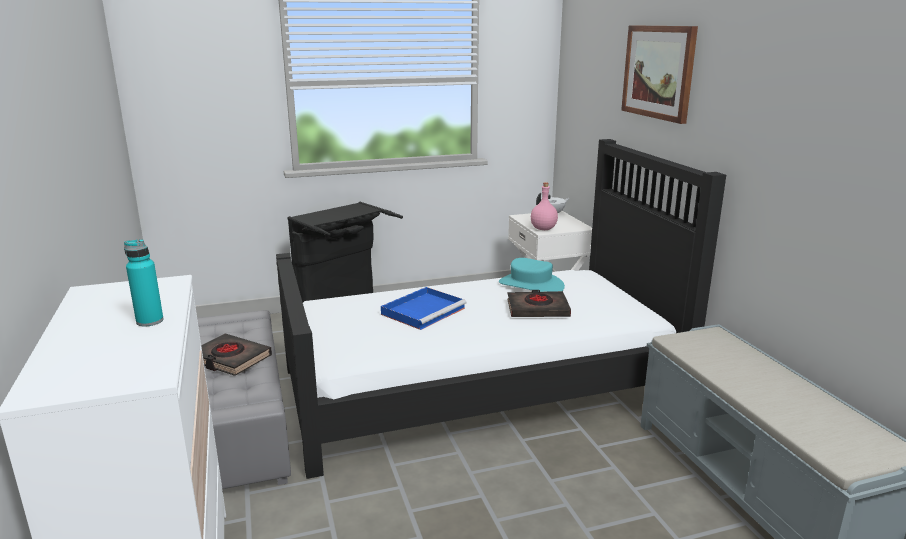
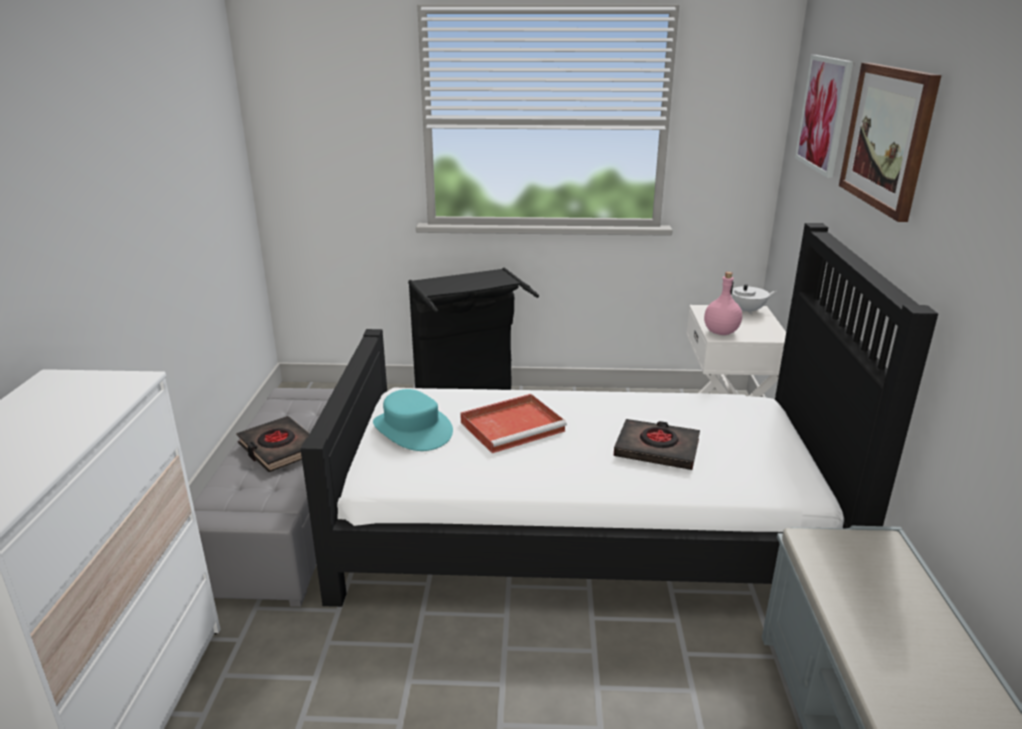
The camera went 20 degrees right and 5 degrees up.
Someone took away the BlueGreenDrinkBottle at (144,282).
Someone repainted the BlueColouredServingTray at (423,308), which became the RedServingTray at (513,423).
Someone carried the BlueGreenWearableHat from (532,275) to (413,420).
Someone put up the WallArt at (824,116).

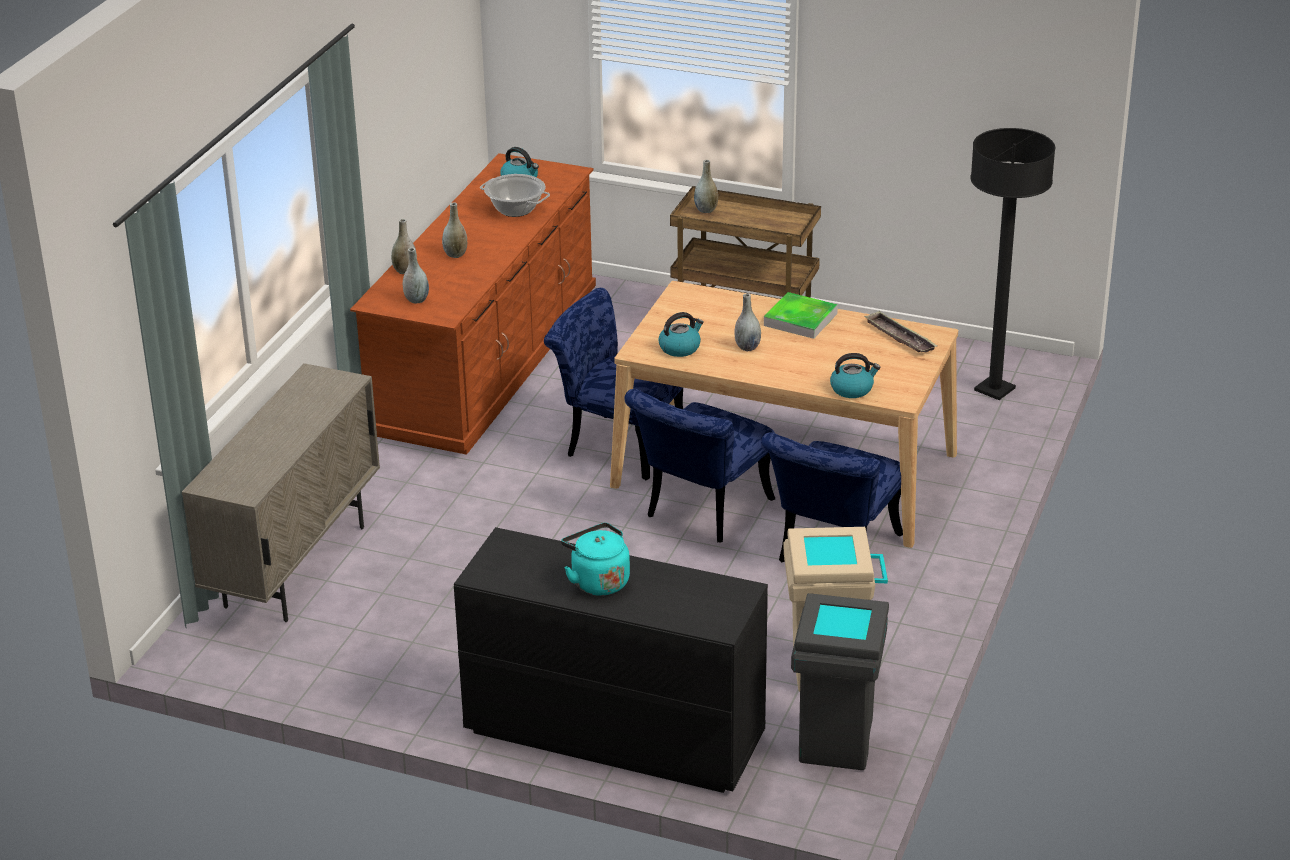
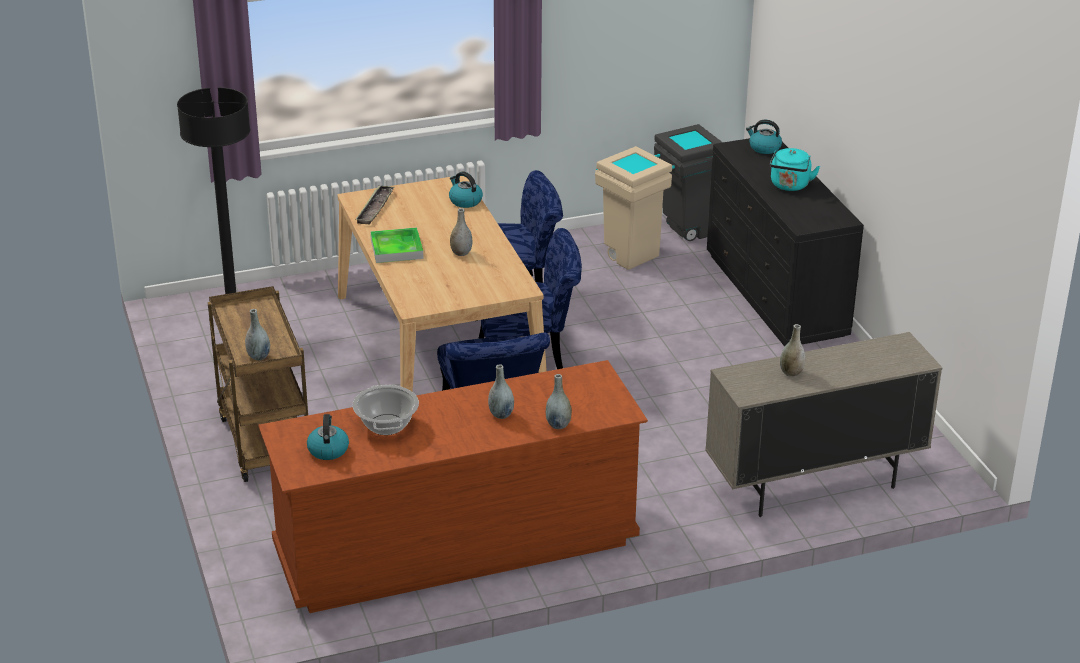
The camera went 130 degrees left and 0 degrees up.
Someone carried the GrayVase from (416,276) to (792,350).
Someone carried the WaterKettle from (681,334) to (764,137).

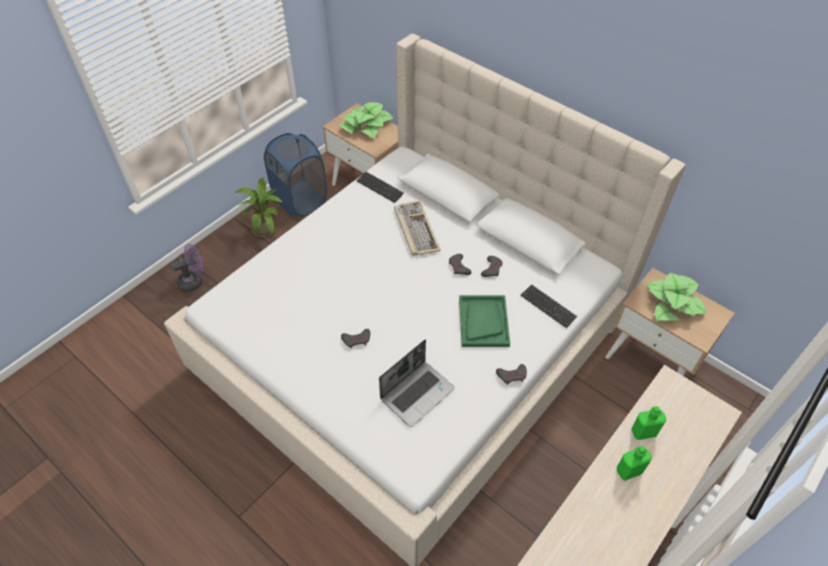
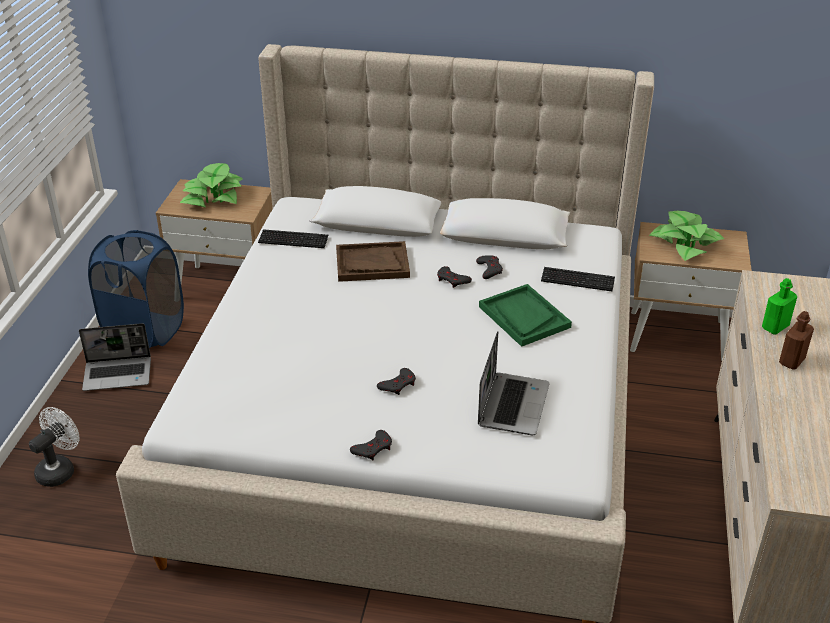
The camera went 30 degrees left and 15 degrees down.
Someone repainted the PurpleFan at (187,268), which became the WhiteColouredFan at (54,447).
Someone swapped the Houseplant at (259,207) for the PortableComputer at (115,357).
Someone swapped the Keyboard at (417,228) for the BrownColouredServingTray at (373,261).
Someone carried the GrayJoypad from (511,374) to (371,445).
Someone repainted the GreenColouredDrinkBottle at (634,463), which became the BrownColouredDrinkBottle at (796,340).

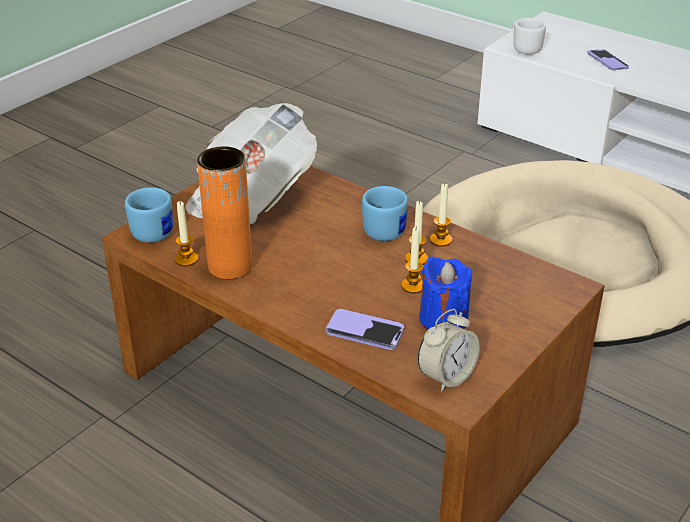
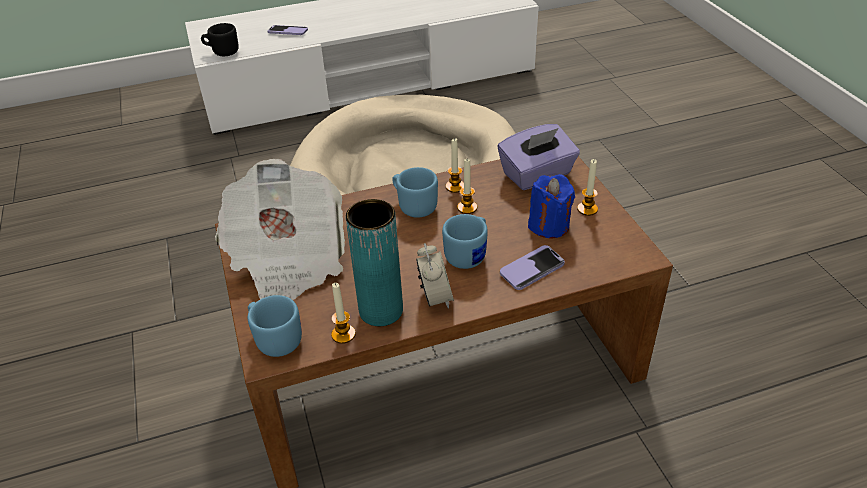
The camera went 55 degrees left and 5 degrees up.
Someone repainted the OrangeColouredVase at (224,213), which became the BlueGreenVase at (374,262).
Someone carried the WaxLight from (412,260) to (587,187).
Someone carried the TableClock from (449,350) to (435,276).
Someone repainted the WhiteColouredMug at (529,36), which became the BlackMug at (220,39).
Someone put down the BlueColouredMug at (465,241).
Someone put down the PurpleTissueHolder at (538,157).

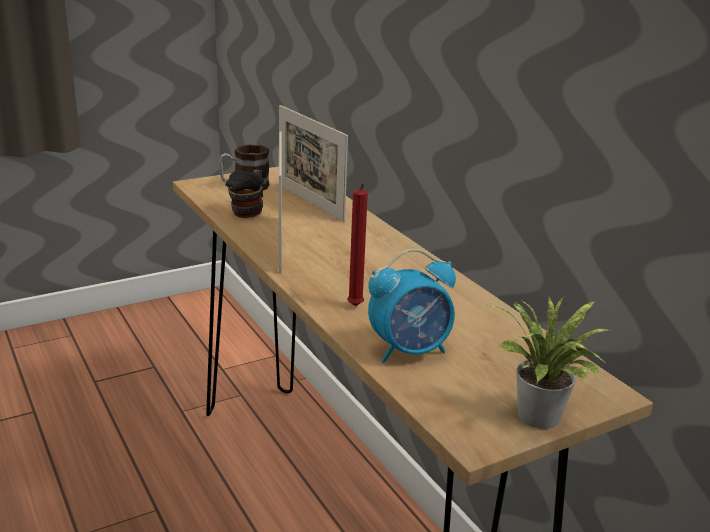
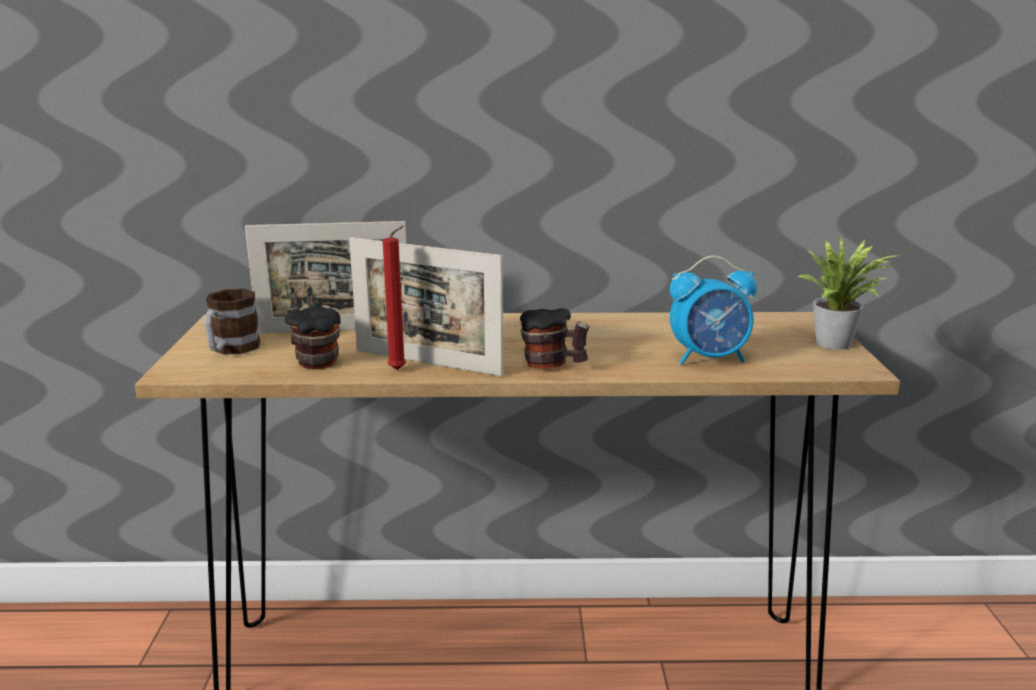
The camera went 60 degrees left and 5 degrees down.
Someone carried the RedWaxLight from (357,244) to (394,297).
Someone rotated the TableClock at (412,306) by 75 degrees clockwise.
Someone put down the Mug at (555,338).

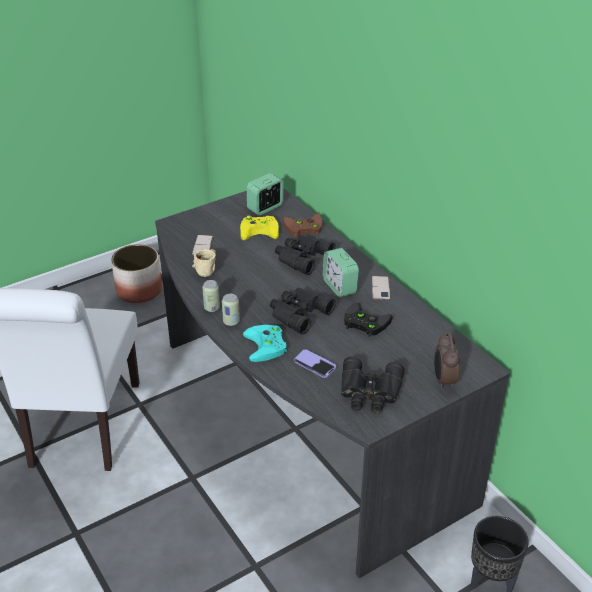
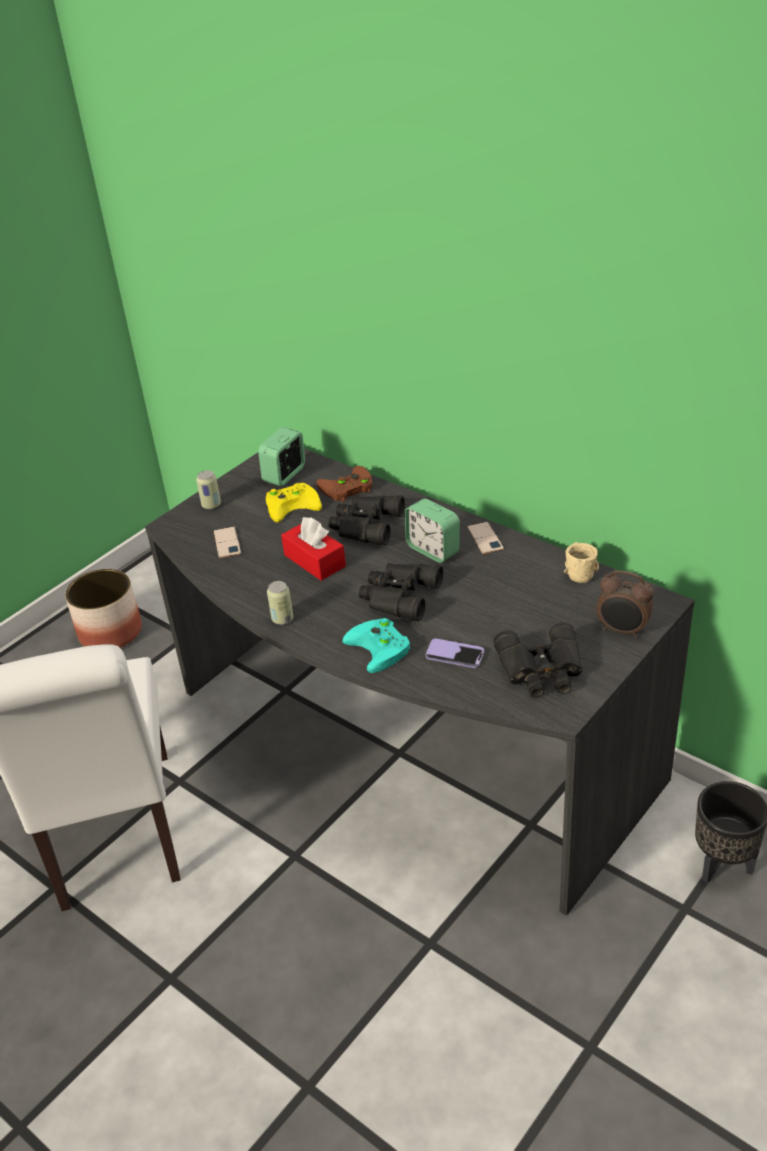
The camera went 15 degrees left and 0 degrees up.
Someone carried the BeigeColouredMug from (204,263) to (581,562).
Someone carried the Can from (231,310) to (208,489).
Someone took away the BlackJoypad at (368,320).
Someone rotated the TableClock at (447,360) by 45 degrees counterclockwise.
Someone put down the RedTissueHolder at (313,549).

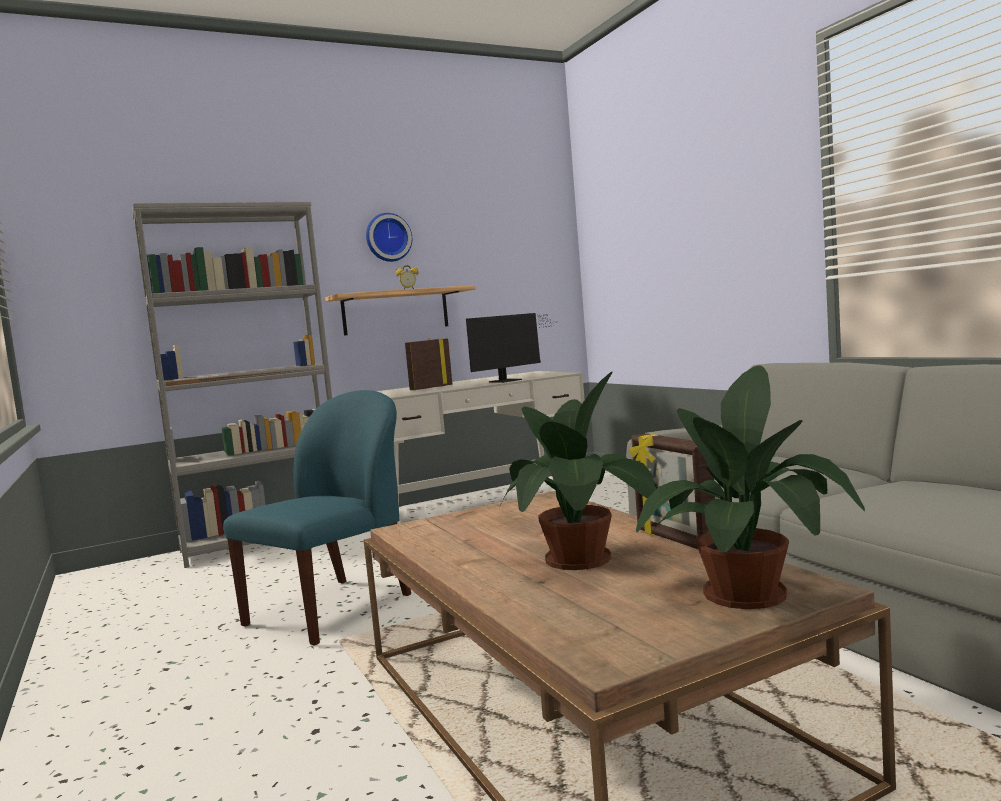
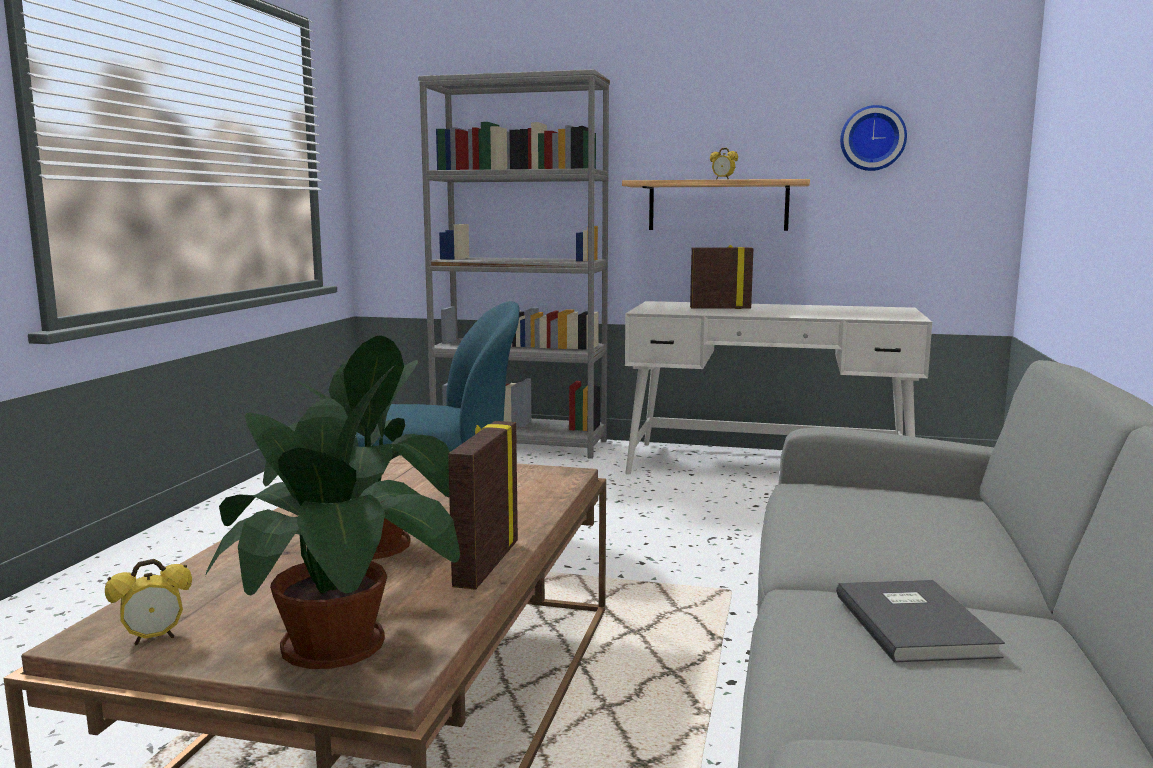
The camera went 40 degrees right and 5 degrees up.
Someone carried the WallClock from (389,237) to (873,138).
Someone took away the ComputerScreen at (511,348).
Someone put down the TableClock at (148,602).
Someone put down the GrayBook at (920,621).

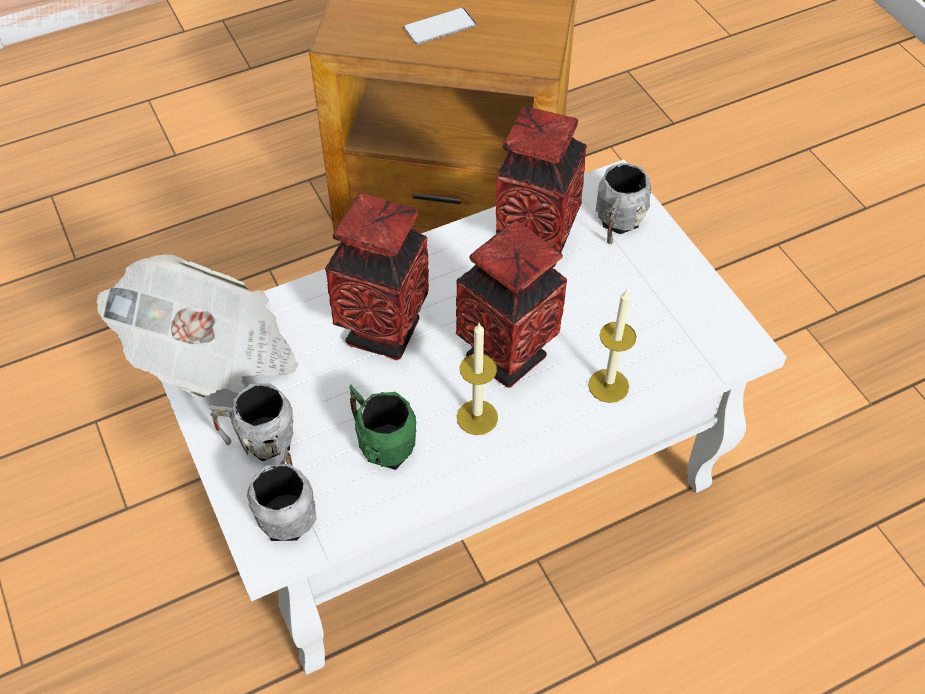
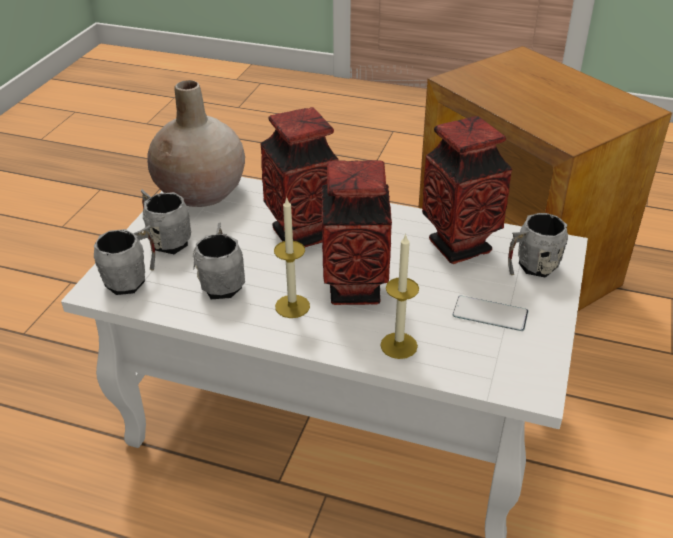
The camera went 45 degrees right and 15 degrees down.
Someone swapped the DailyPaper at (197,325) for the BeigeColouredVase at (196,143).
Someone repainted the GreenColouredMug at (383,427), which became the GrayMug at (219,260).
Someone carried the Handset from (440,25) to (490,313).

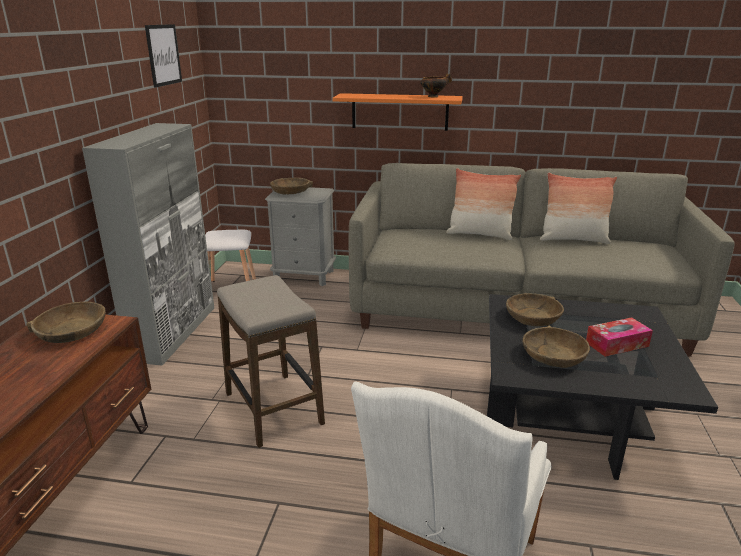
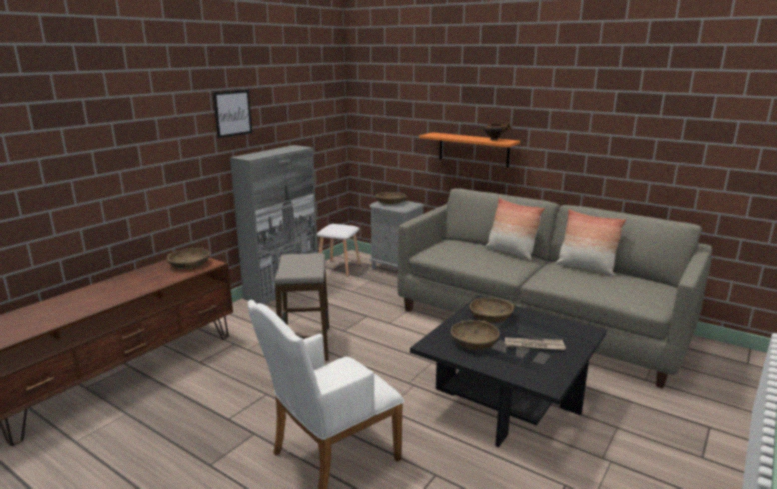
The camera went 25 degrees right and 5 degrees down.
Someone carried the WallArt from (163,56) to (232,114).
Someone swapped the TissueHolder at (619,337) for the DailyPaper at (535,343).

